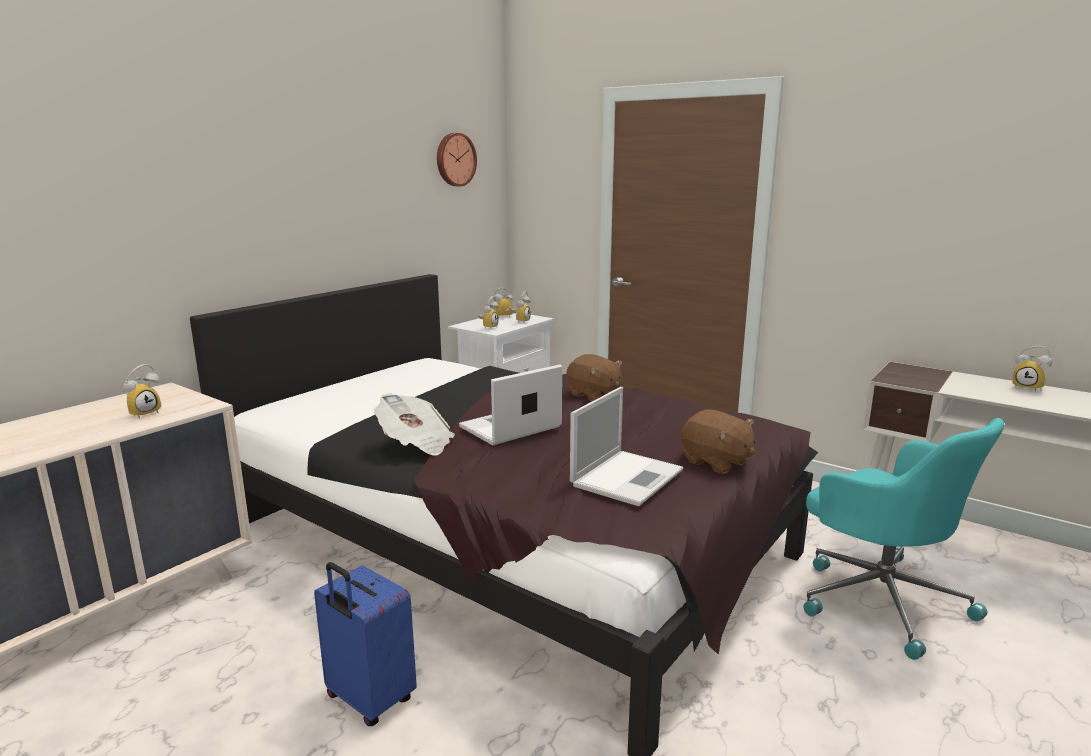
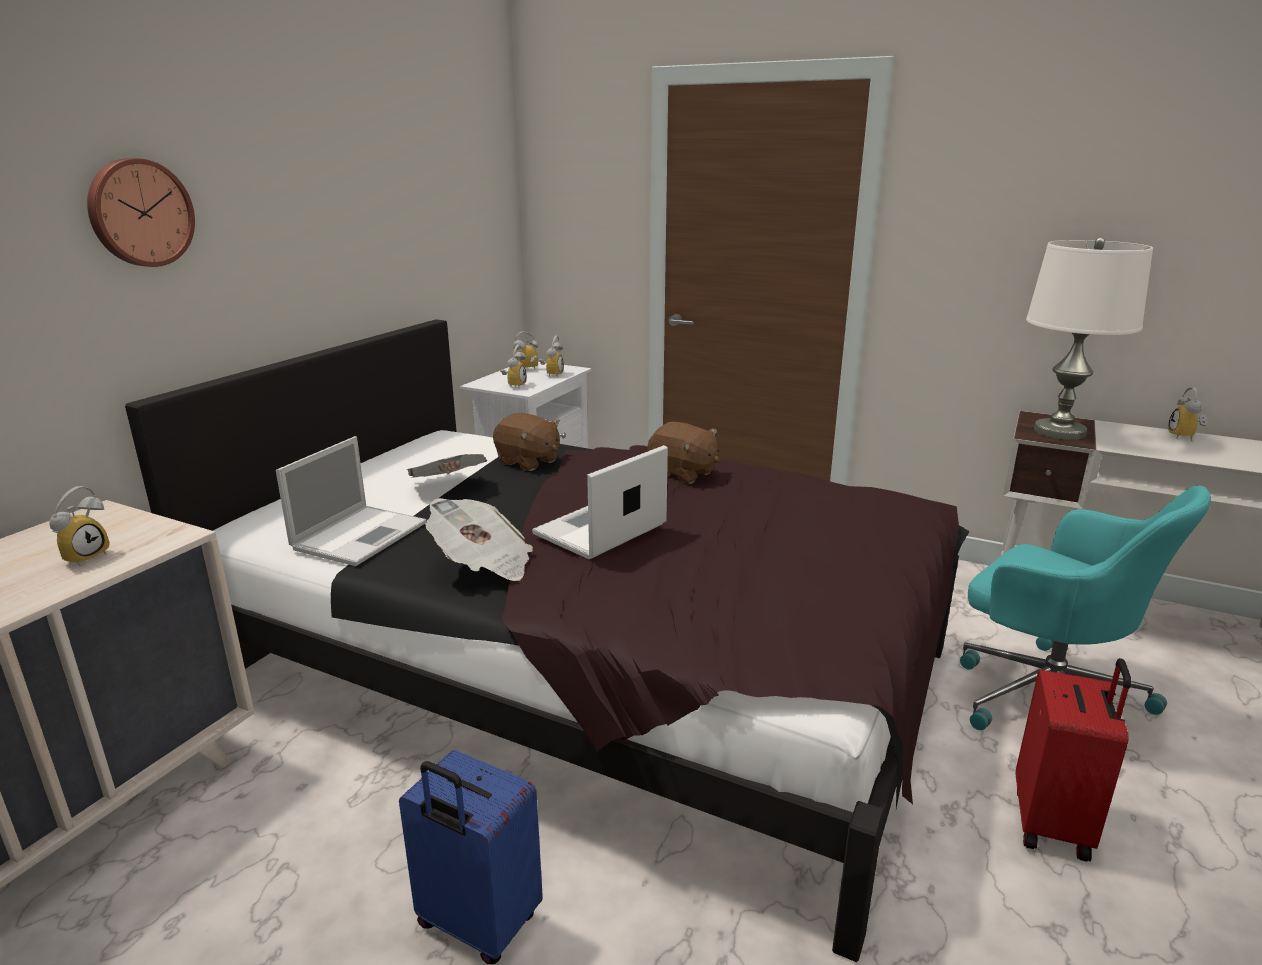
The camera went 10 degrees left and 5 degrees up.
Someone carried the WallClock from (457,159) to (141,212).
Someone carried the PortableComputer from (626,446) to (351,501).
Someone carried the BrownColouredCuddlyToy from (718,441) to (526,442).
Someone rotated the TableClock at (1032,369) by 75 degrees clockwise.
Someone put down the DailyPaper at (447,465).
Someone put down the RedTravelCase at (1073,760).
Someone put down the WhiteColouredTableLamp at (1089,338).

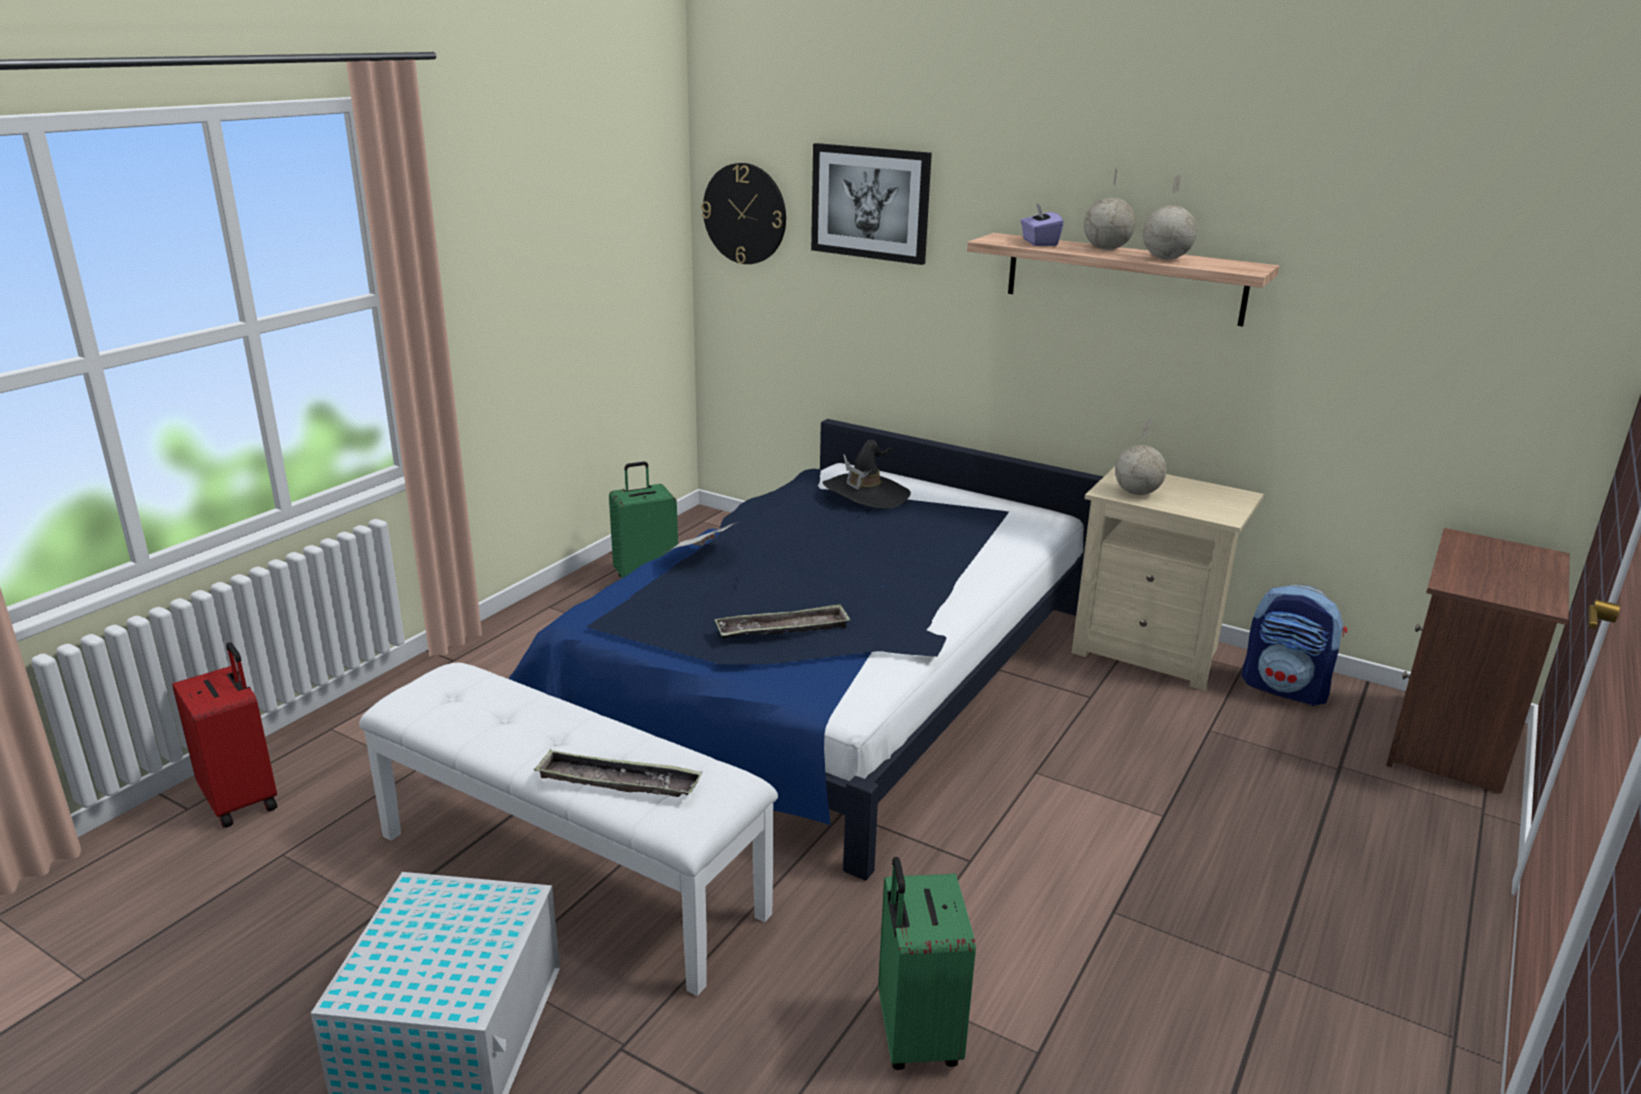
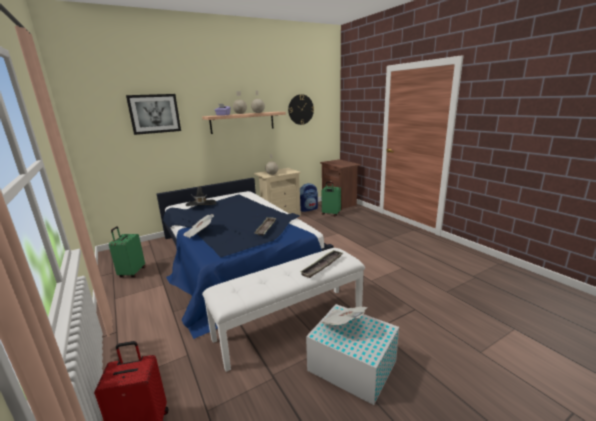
The camera went 60 degrees left and 5 degrees down.
Someone carried the WallClock from (743,213) to (301,109).
Someone carried the GreenColouredTravelCase from (927,963) to (331,199).
Someone put down the DailyPaper at (344,315).

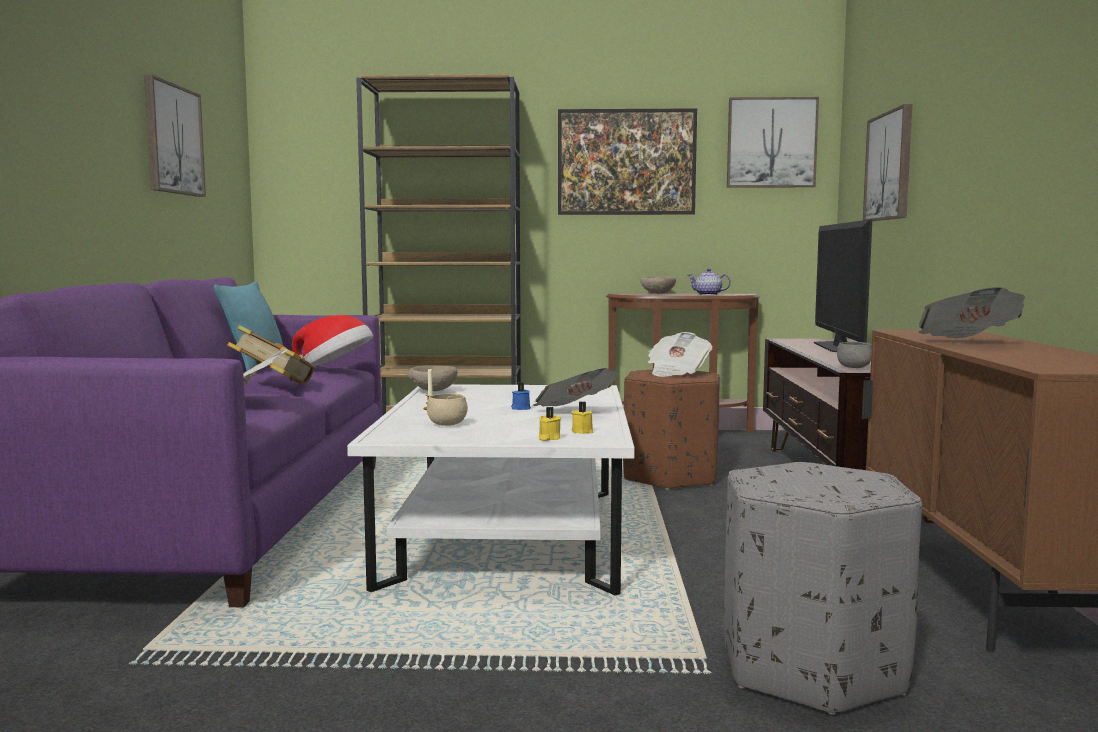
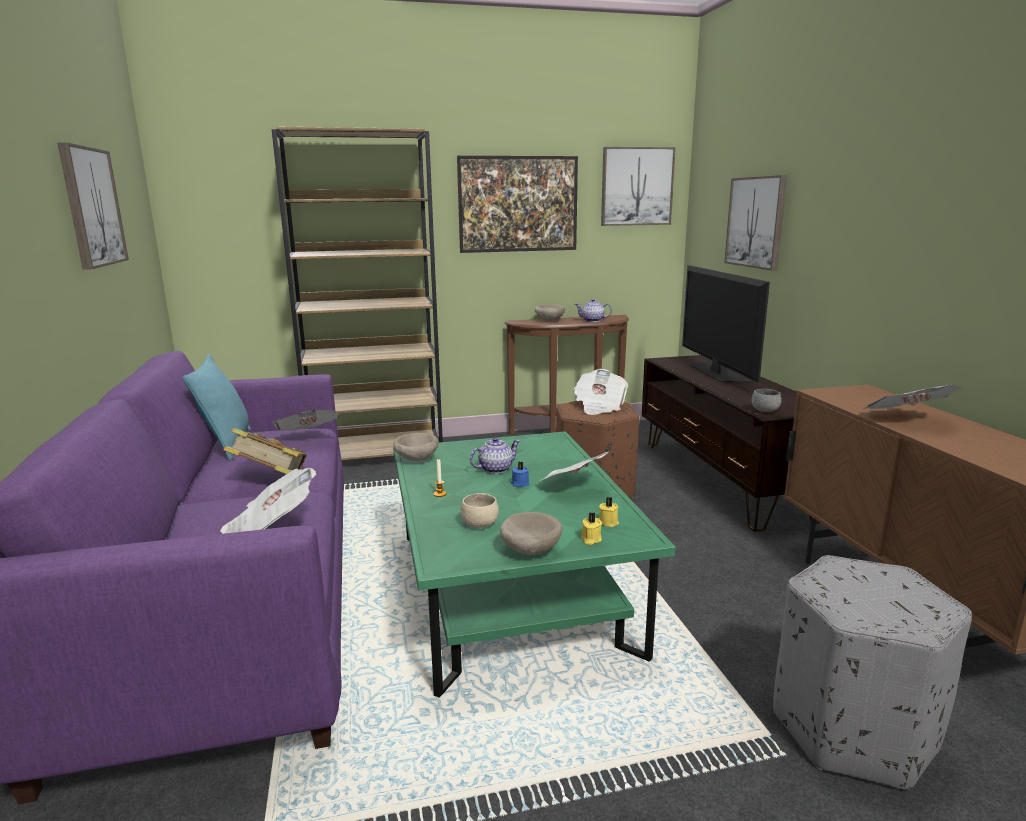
The camera went 15 degrees left and 10 degrees up.
Someone swapped the WearableHat at (332,341) for the DailyPaper at (305,420).
Someone repainted the WhiteColouredLoungeTable at (491,489), which became the GreenColouredLoungeTable at (534,564).
Someone put down the PotForTea at (495,455).
Someone put down the BeigeColouredBowl at (531,533).

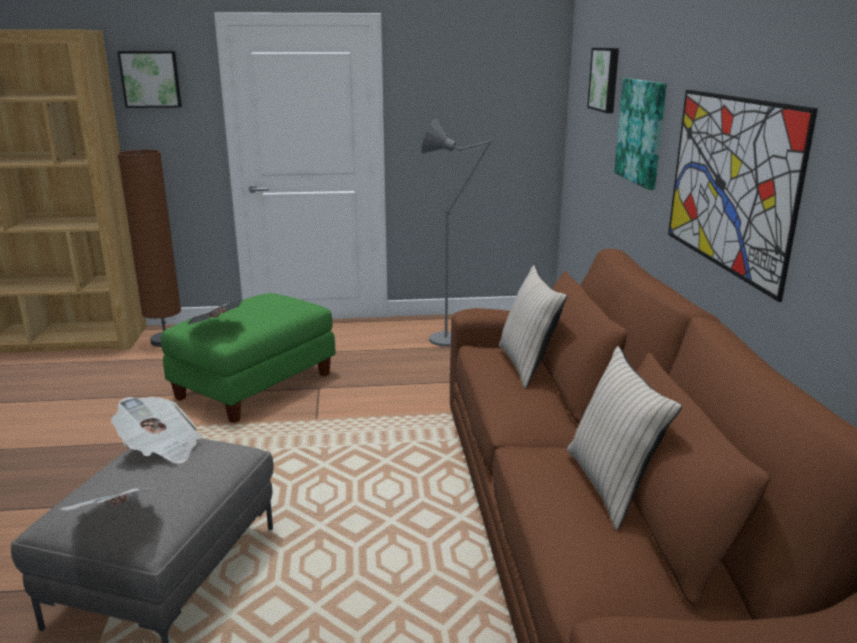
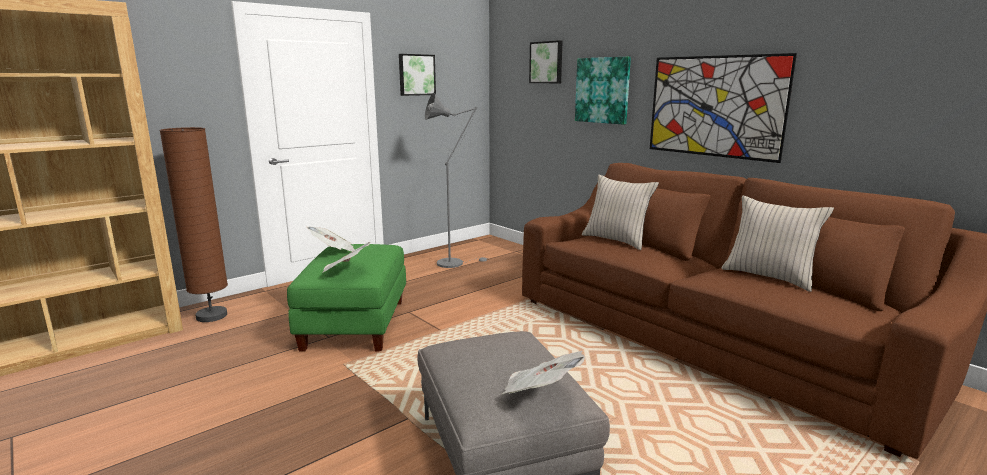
The camera went 35 degrees left and 5 degrees down.
Someone carried the DailyPaper from (156,430) to (330,239).
Someone carried the WallArt from (149,79) to (417,75).

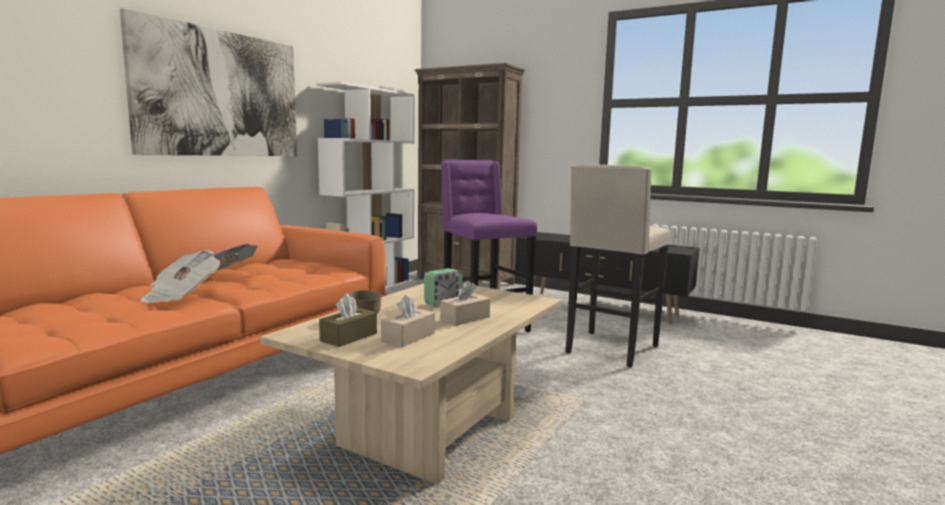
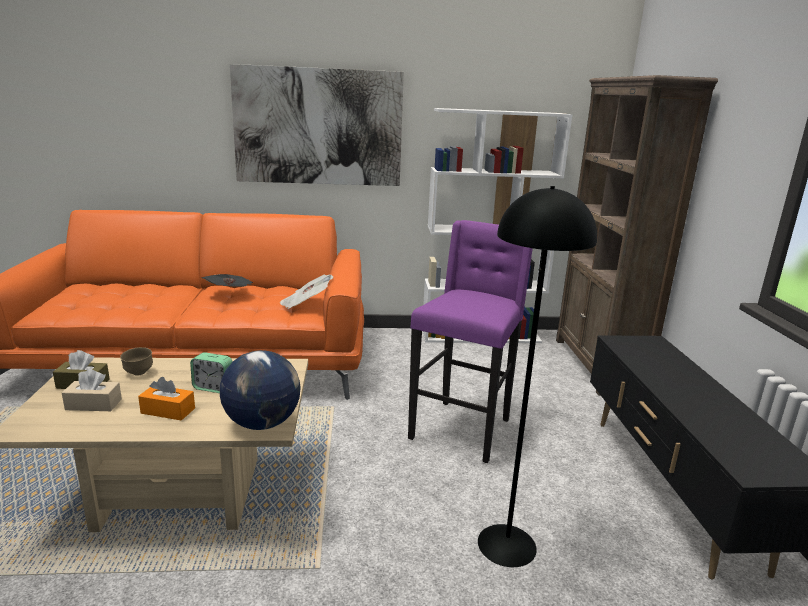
The camera went 55 degrees right and 10 degrees up.
Someone carried the DailyPaper from (180,276) to (306,292).
Someone repainted the BeigeColouredTissueHolder at (465,303), which became the OrangeColouredTissueHolder at (166,399).
Someone swapped the BeigeColouredSittingStool at (617,266) for the BlackFloorLamp at (537,376).
Someone put down the Globe at (260,390).

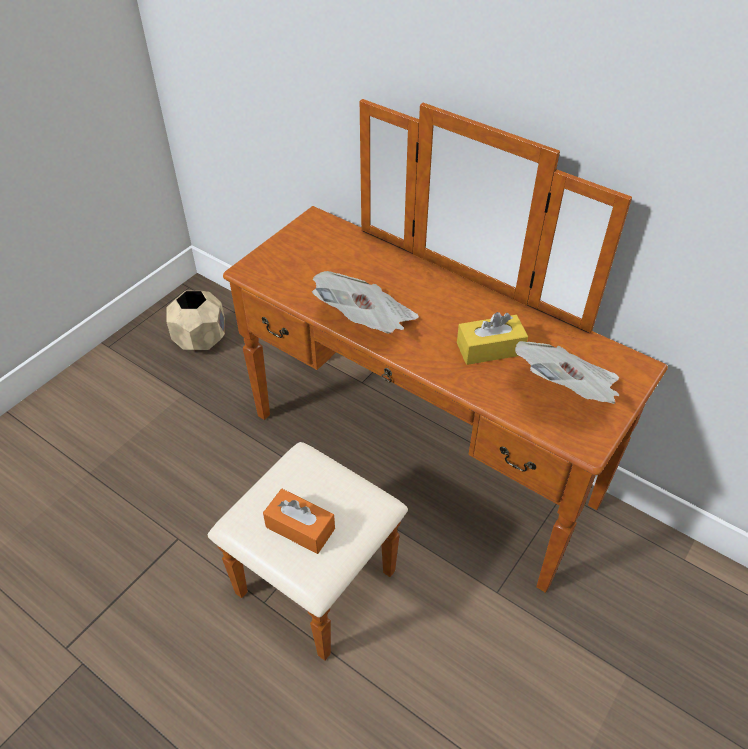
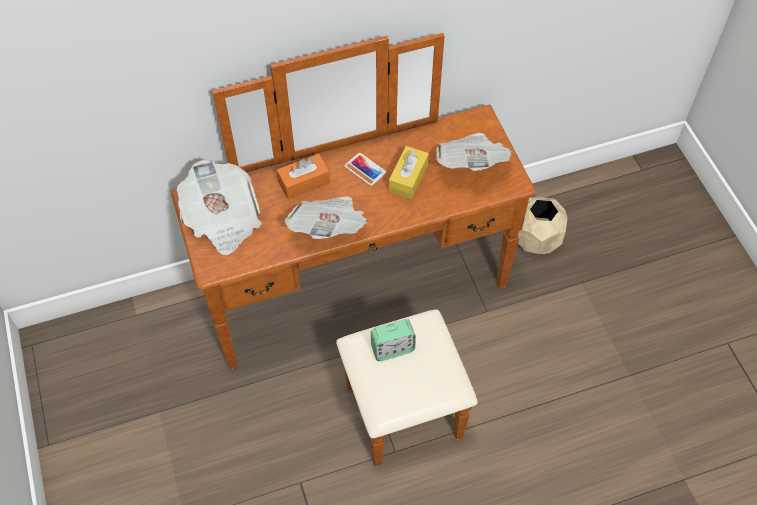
The camera went 55 degrees left and 10 degrees up.
Someone carried the BeigeColouredFlowerPot from (195,320) to (543,225).
Someone carried the OrangeColouredTissueHolder from (299,521) to (303,176).
Someone put down the DailyPaper at (219,207).
Someone put down the Handset at (365,169).
Someone put down the TableClock at (393,340).

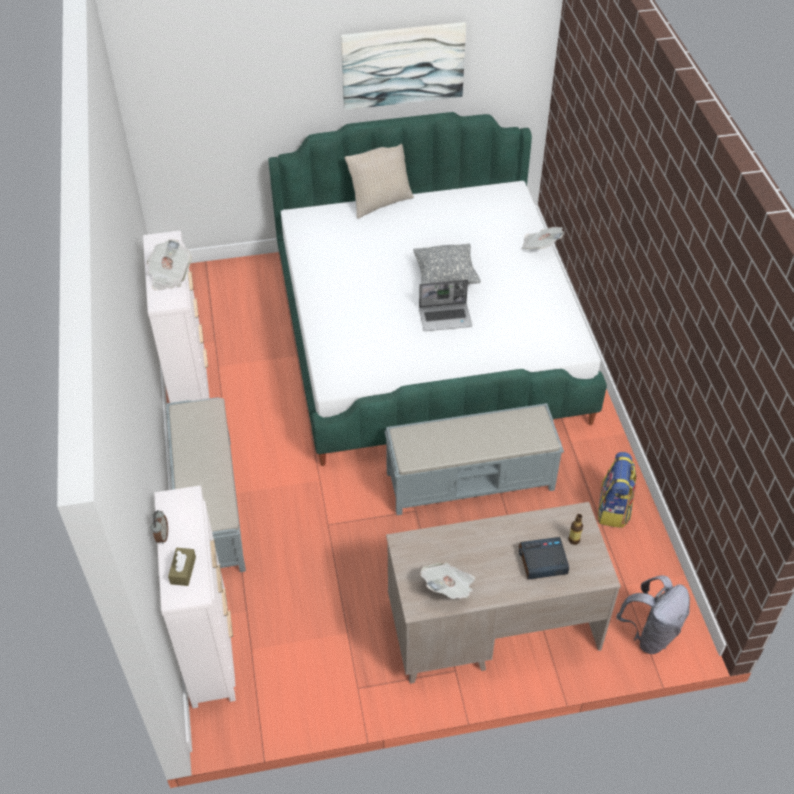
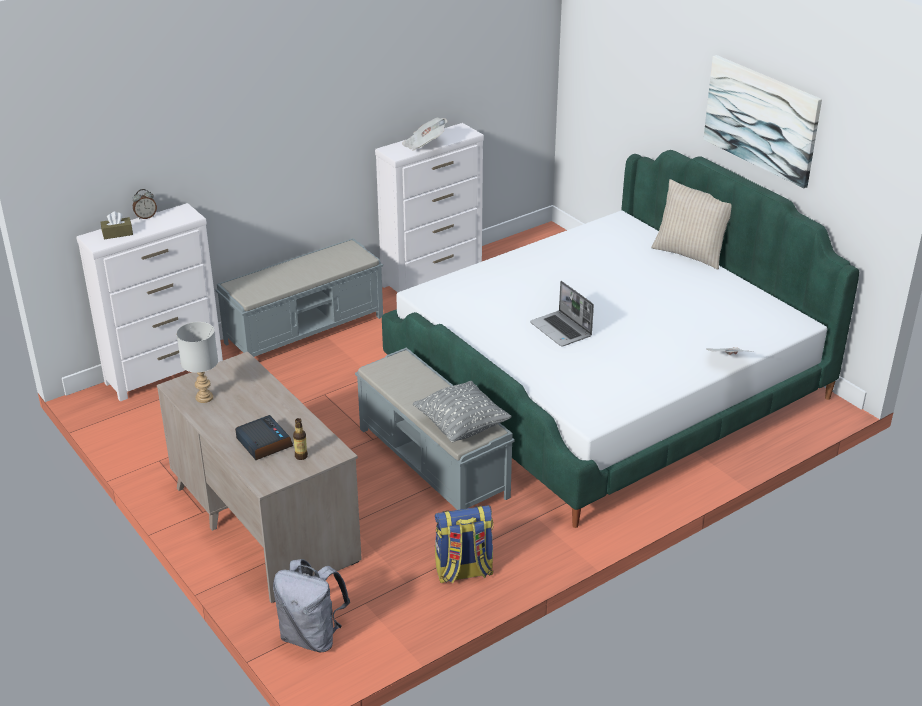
The camera went 65 degrees right and 15 degrees down.
Someone carried the GrayPillow from (447,263) to (462,411).
Someone swapped the DailyPaper at (447,580) for the GrayTableLamp at (197,362).

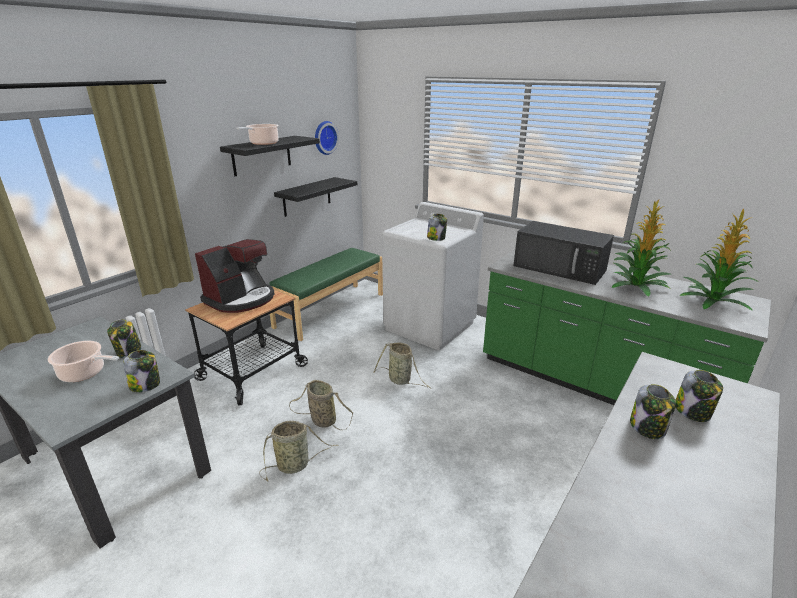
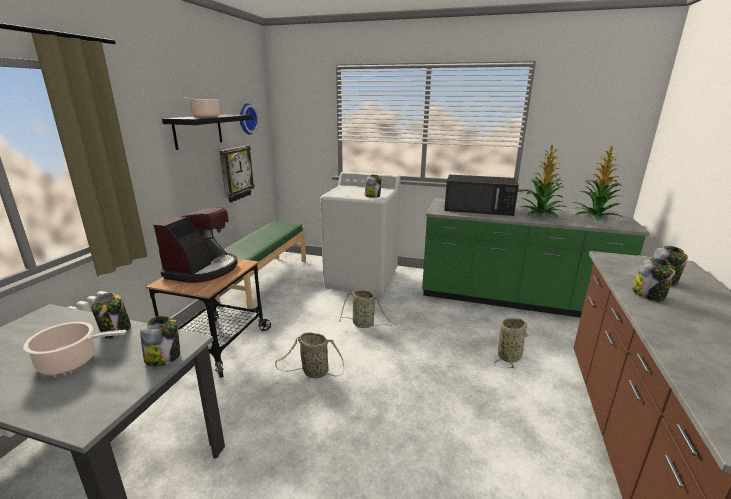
The camera went 20 degrees left and 5 degrees down.
Someone carried the StorageBasket from (299,451) to (511,343).
Someone swapped the BlackBracketShelf at (315,197) for the WallClock at (237,173).

